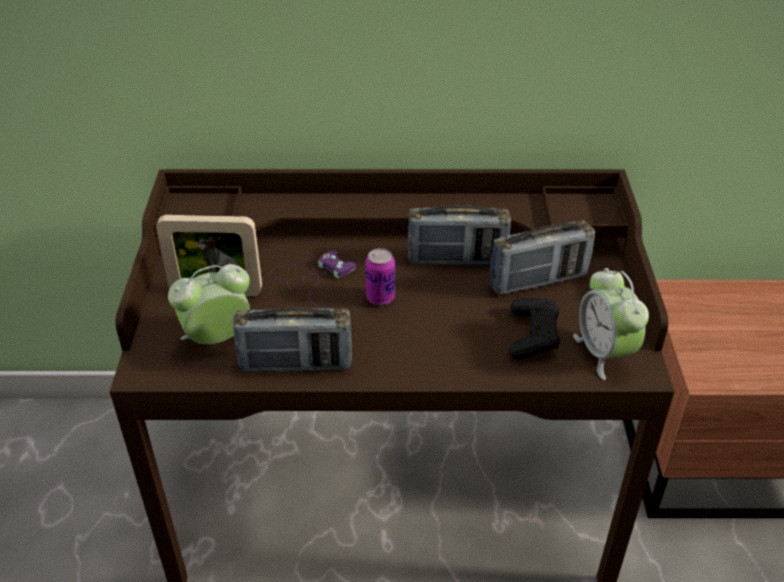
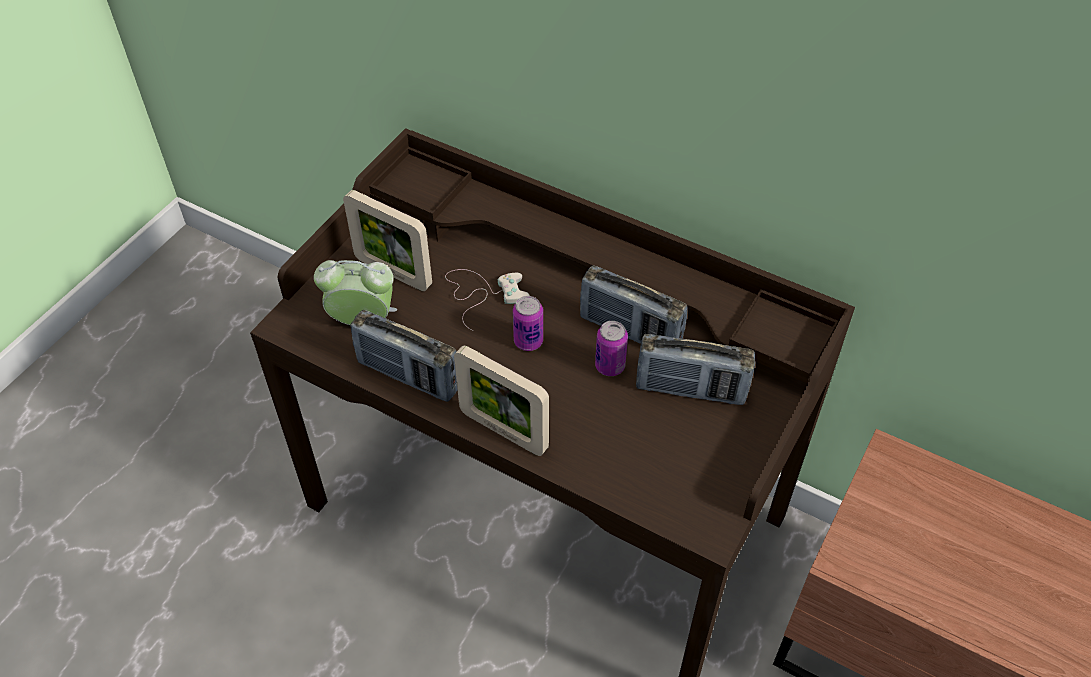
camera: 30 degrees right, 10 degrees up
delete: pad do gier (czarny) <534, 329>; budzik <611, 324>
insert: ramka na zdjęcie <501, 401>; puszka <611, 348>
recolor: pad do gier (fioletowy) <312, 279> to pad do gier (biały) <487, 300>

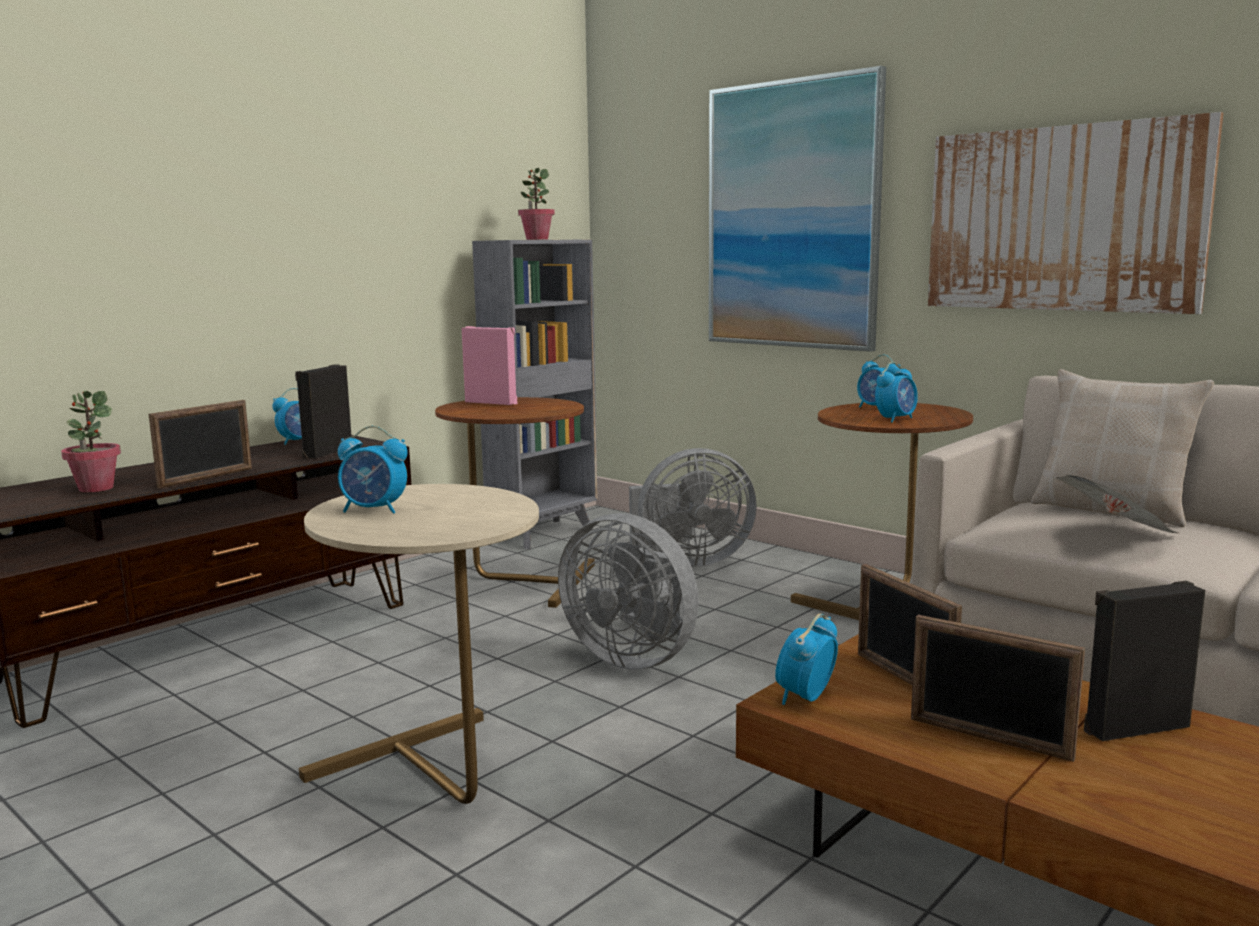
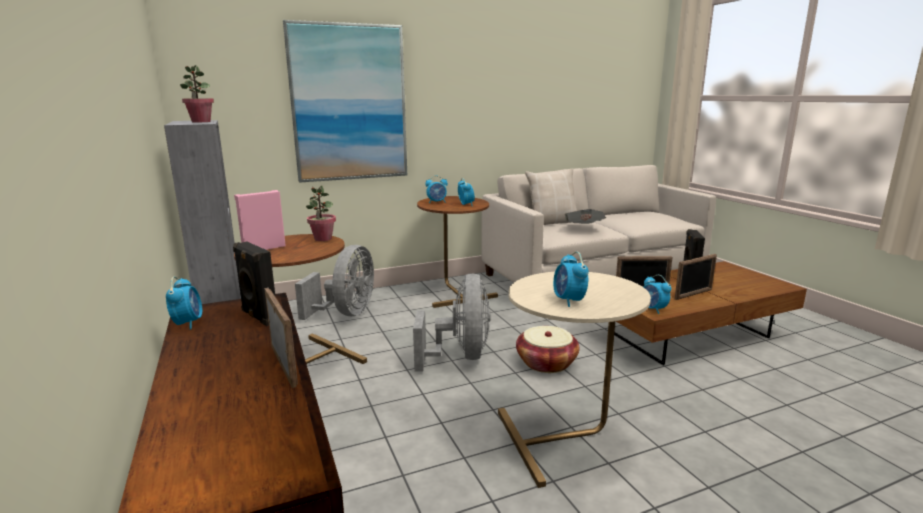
camera: 65 degrees left, 5 degrees up
delete: obraz <1075, 213>
insert: koszyk <547, 349>
move: roślina doniczkowa <91, 441> to <321, 213>
rotate: wentylator (szary) <628, 591> = <452, 322> 60 degrees counterclockwise; budzik <373, 470> = <571, 279> 135 degrees clockwise

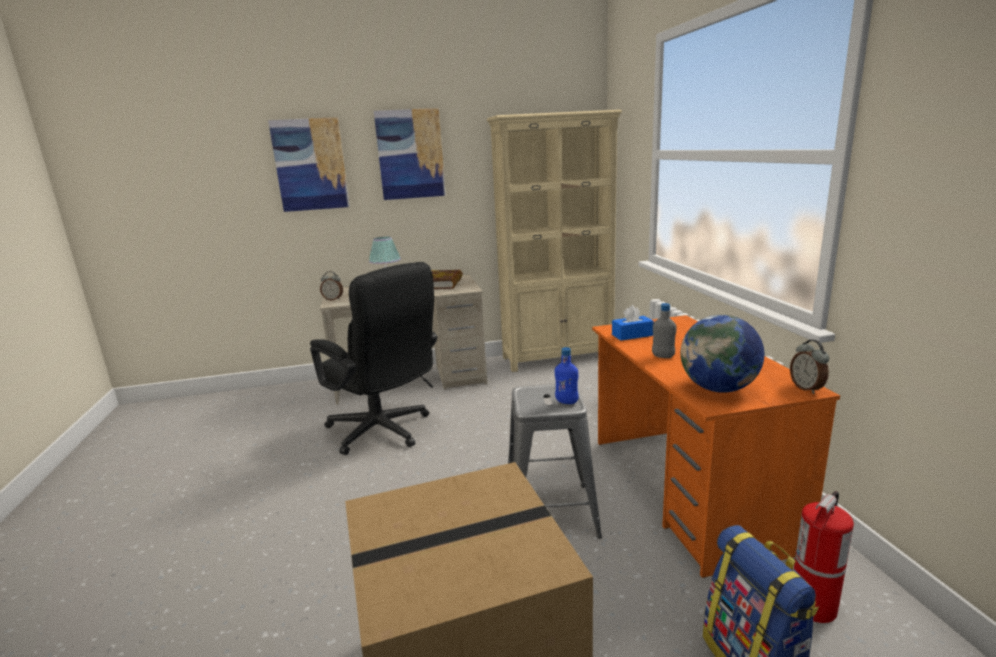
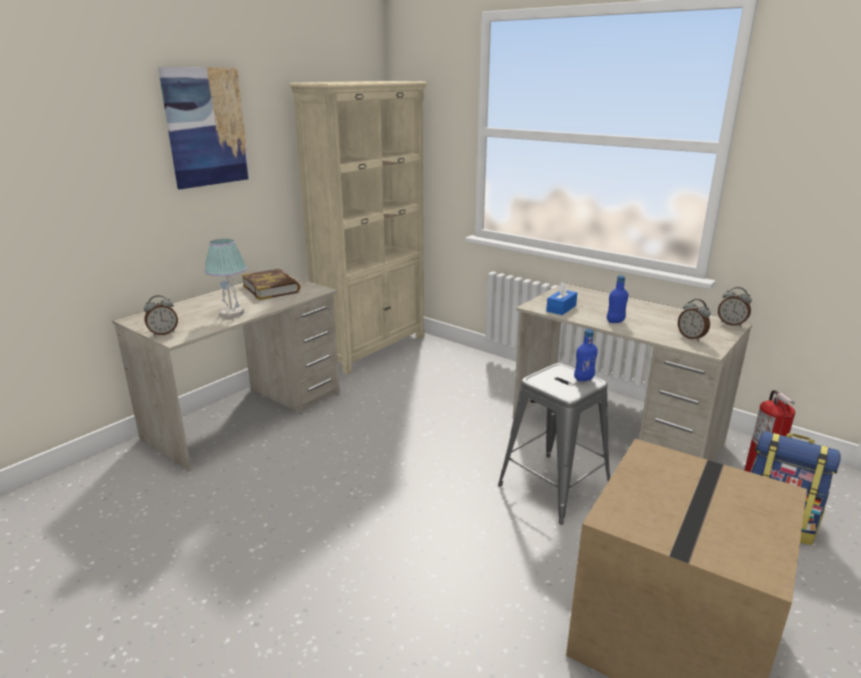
camera: 40 degrees left, 5 degrees up
delete: obraz <309, 164>; krzesło biurowe (czarny) <374, 358>
replace: globus <722, 354> to budzik <694, 320>
recolor: biurko (pomarańczowy) <716, 446> to biurko (beżowy) <632, 372>; butelka (szary) <664, 330> to butelka (niebieski) <617, 299>

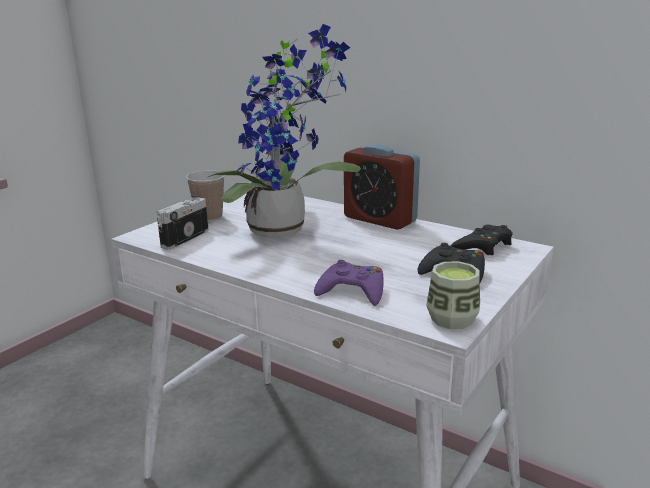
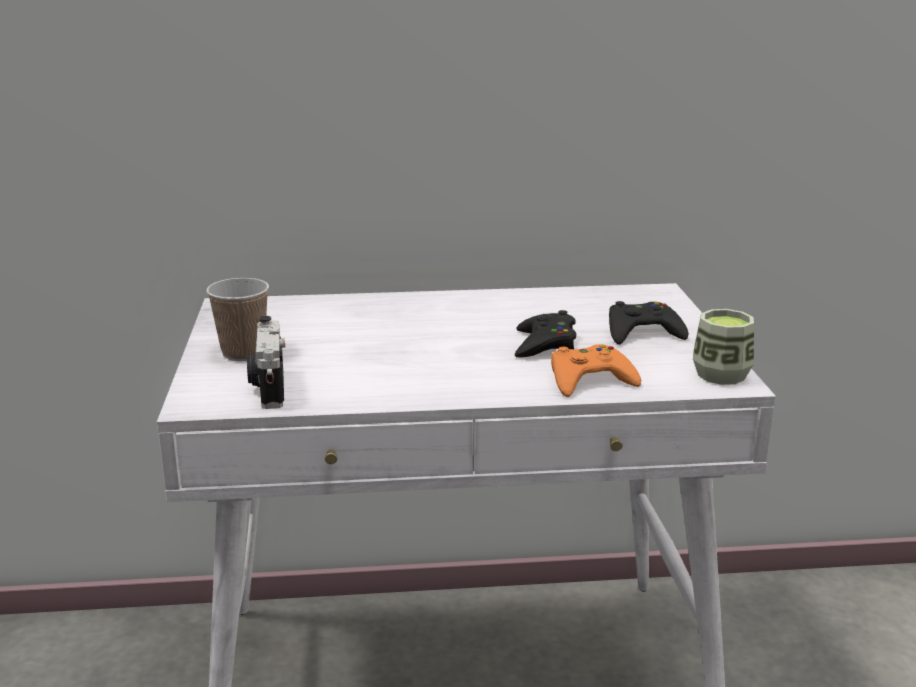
camera: 40 degrees left, 0 degrees up
delete: roślina doniczkowa <284, 131>; budzik <382, 187>
move: pad do gier (czarny) <482, 240> to <545, 334>
recolor: pad do gier (fioletowy) <349, 283> to pad do gier (pomarańczowy) <596, 370>

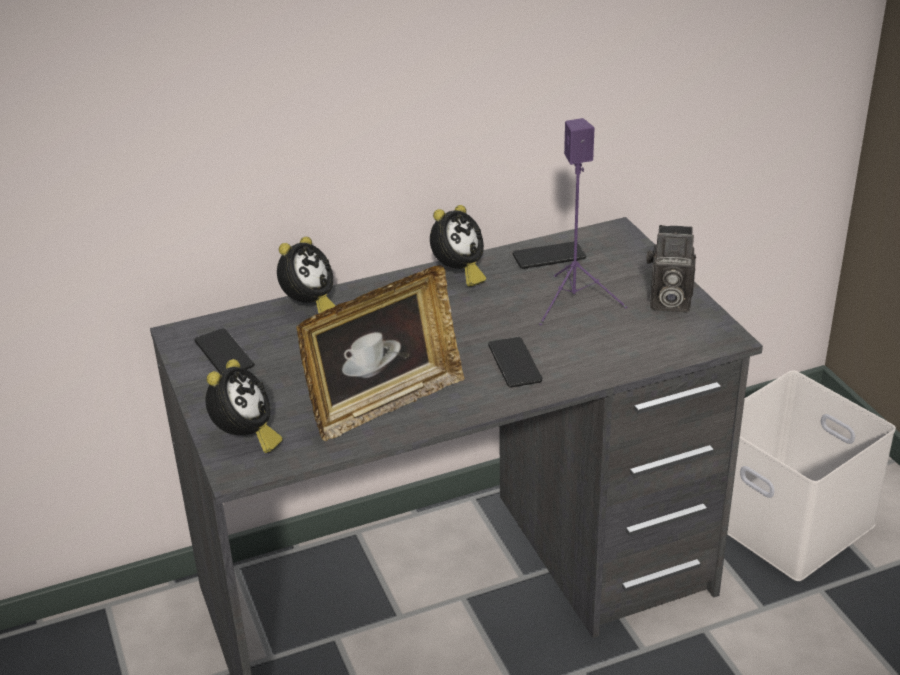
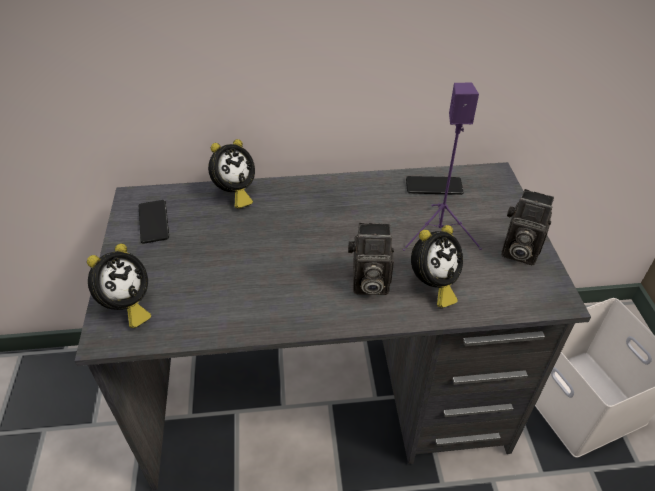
camera: 15 degrees right, 10 degrees up
delete: ramka na zdjęcie <380, 353>
move: budzik <458, 245> to <437, 266>
replace: telefon <515, 362> to aparat fotograficzny <371, 259>

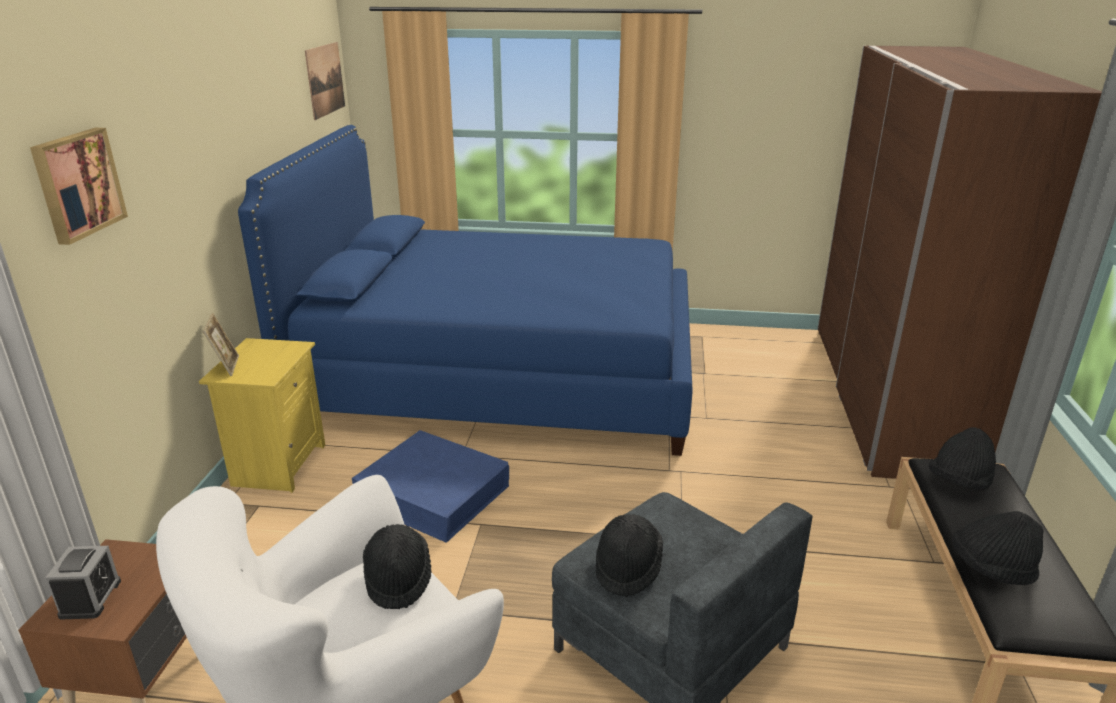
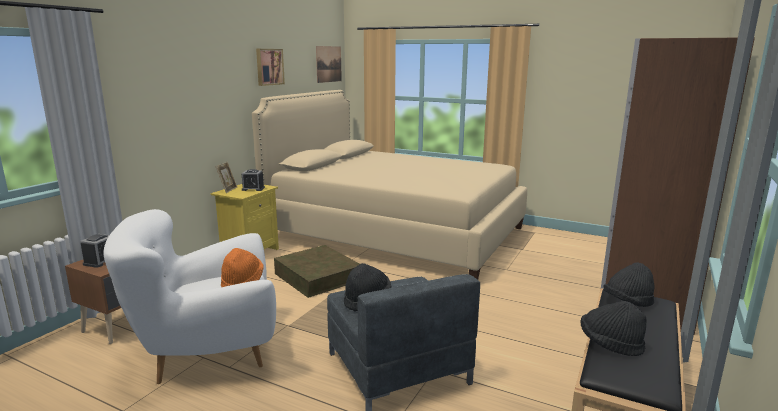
camera: 20 degrees right, 10 degrees down
insert: budzik <253, 180>
move: obraz <79, 186> to <270, 67>
recolor: kapelusz (czarny) <397, 566> to kapelusz (pomarańczowy) <242, 267>; łóżko (niebieski) <465, 290> to łóżko (beżowy) <389, 185>; pojemnik do przechowywania (niebieski) <430, 486> to pojemnik do przechowywania (brązowy) <316, 271>

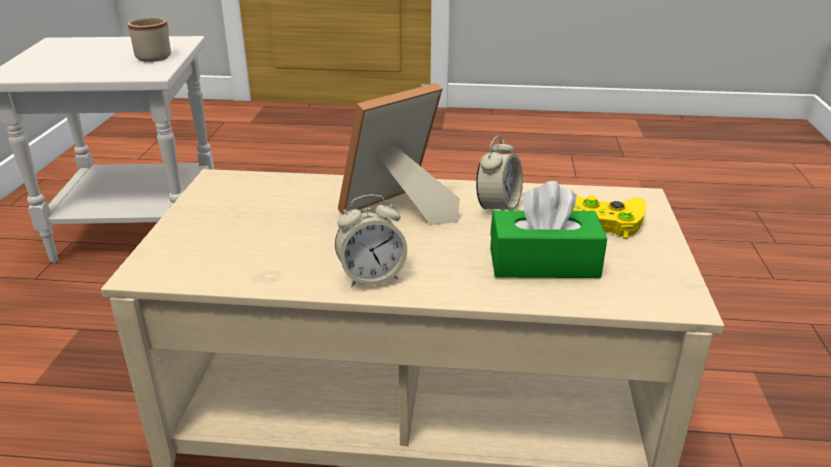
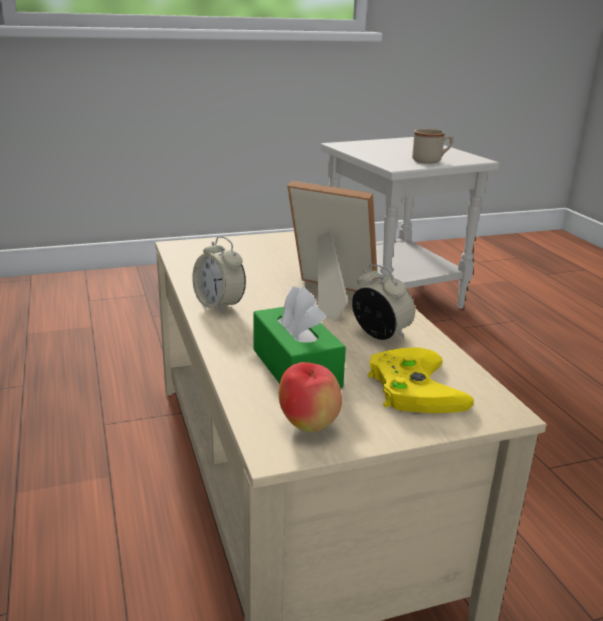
camera: 65 degrees right, 5 degrees down
insert: jabłko <310, 397>
rotate: budzik <499, 173> = <383, 302> 135 degrees counterclockwise

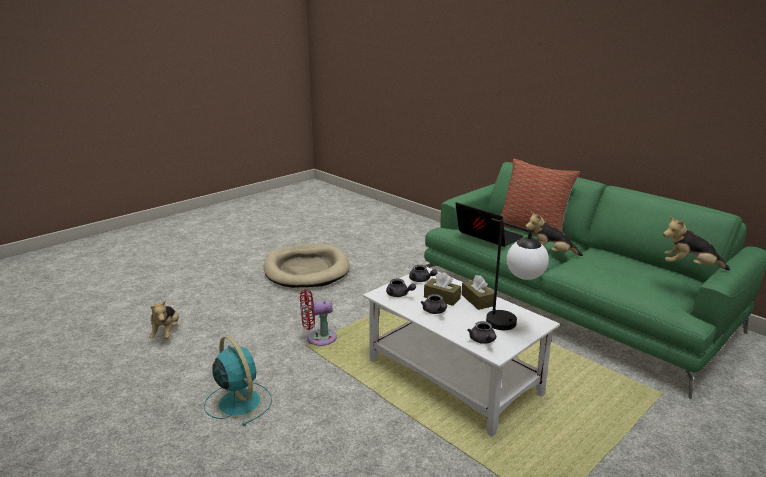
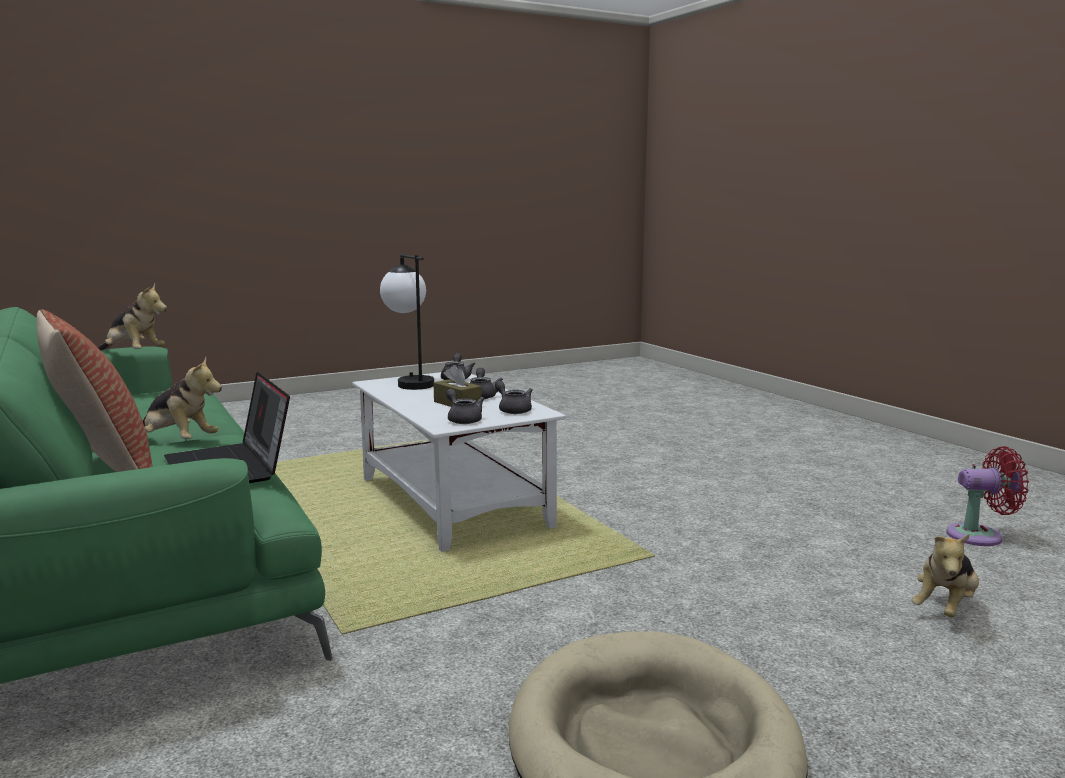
camera: 165 degrees left, 10 degrees down
delete: wentylator (turkusowy) <238, 381>; pudełko chusteczek (brązowy) <477, 292>
move: wentylator (czerwony) <318, 317> to <987, 496>
rotate: pluszak <164, 319> = <945, 575> 150 degrees counterclockwise

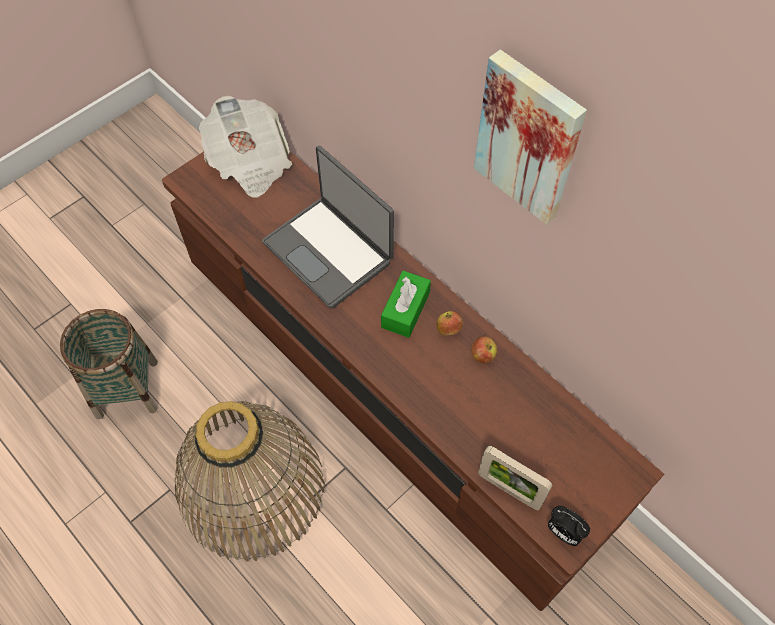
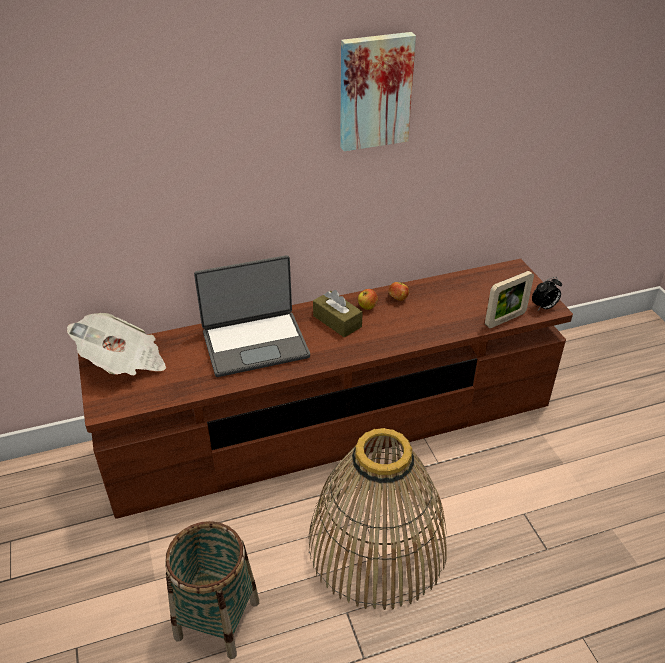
camera: 65 degrees left, 20 degrees down
recolor: pudełko chusteczek (zielony) <406, 304> to pudełko chusteczek (brązowy) <338, 313>

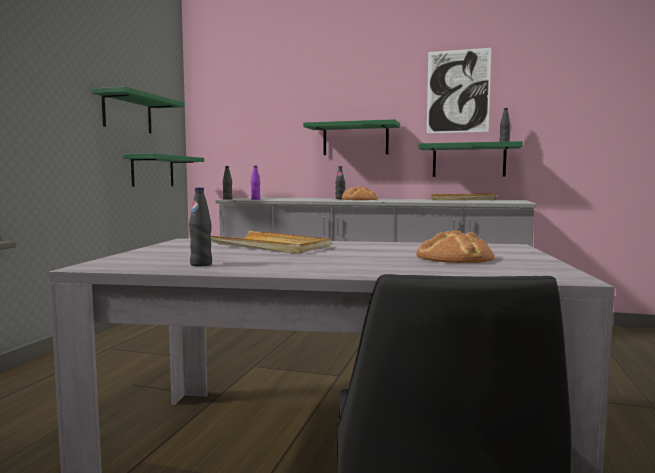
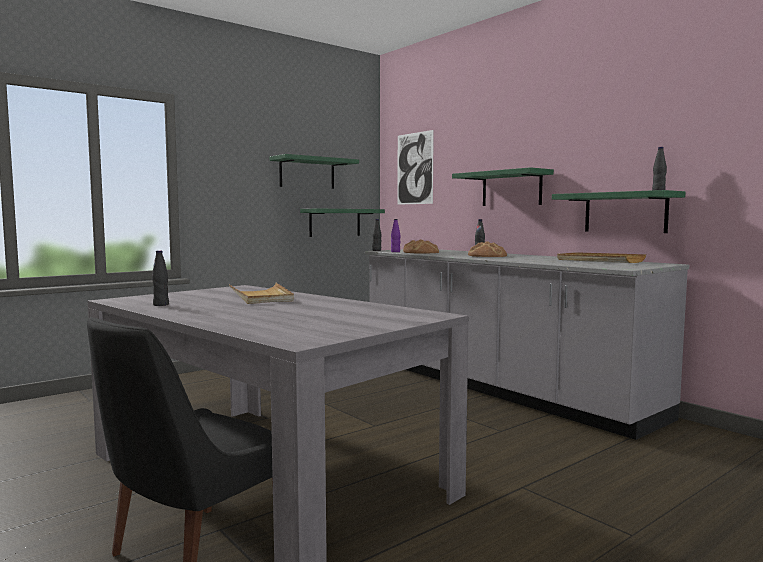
camera: 35 degrees right, 0 degrees up
move: obraz <459, 90> to <415, 167>; chleb <455, 246> to <421, 247>

